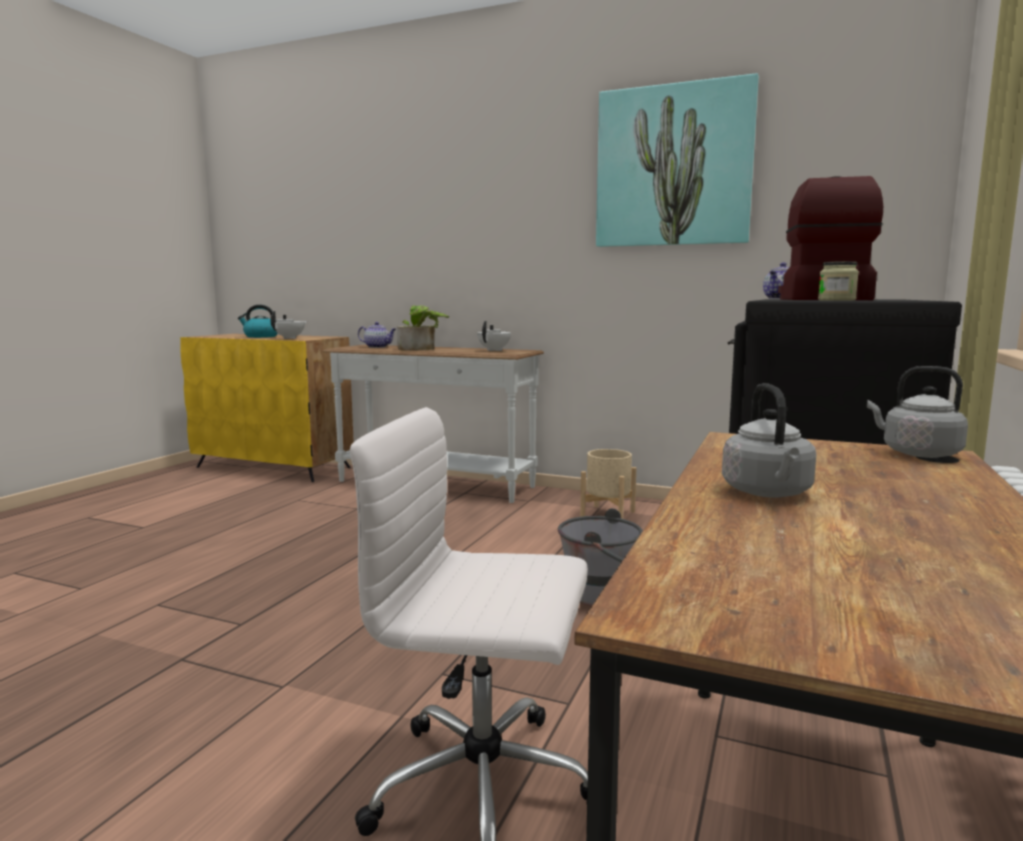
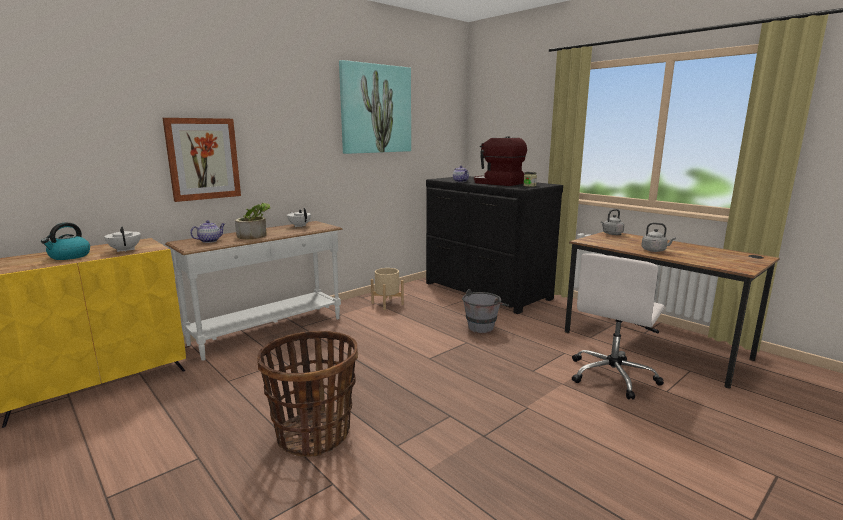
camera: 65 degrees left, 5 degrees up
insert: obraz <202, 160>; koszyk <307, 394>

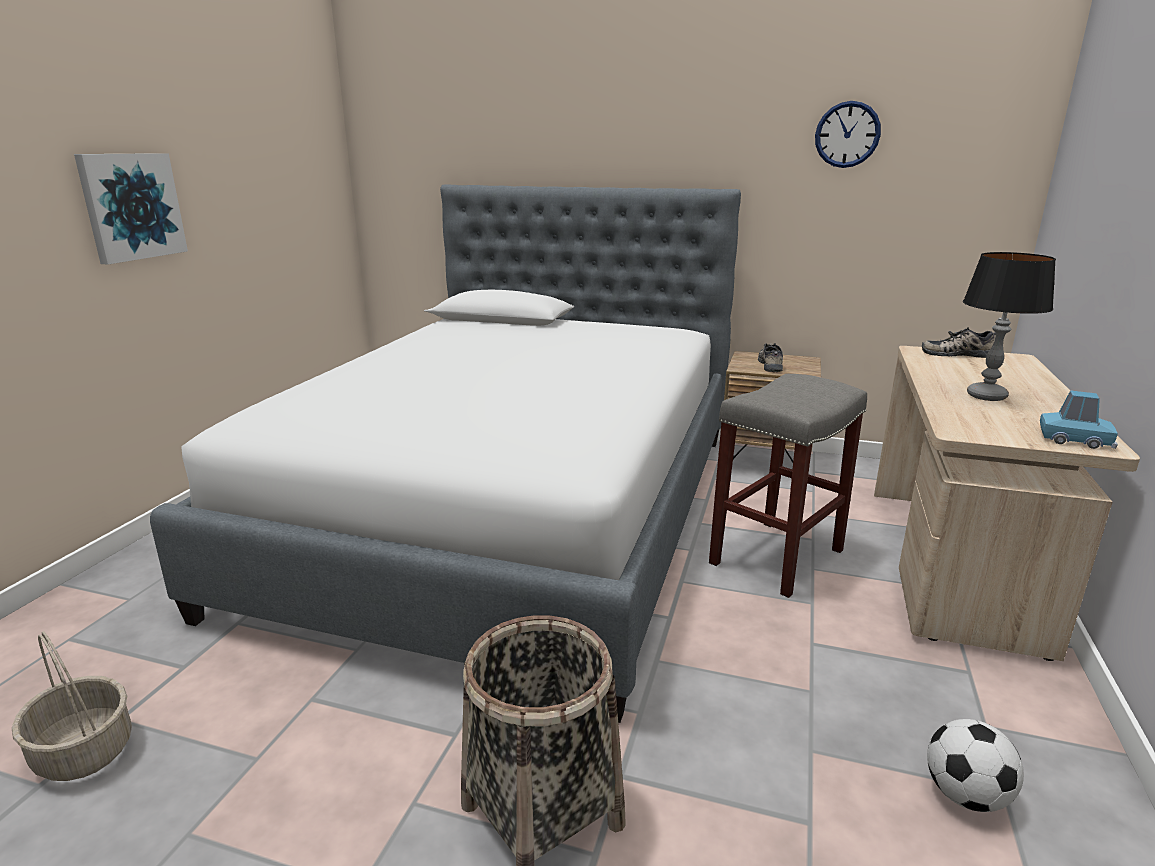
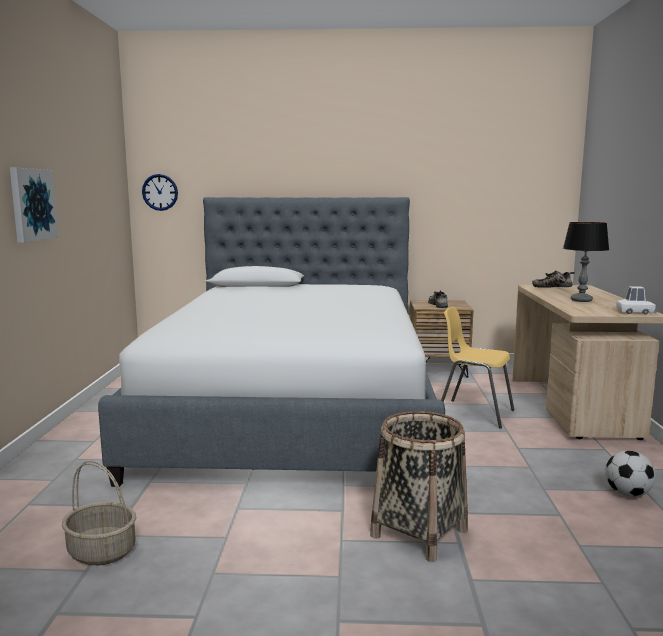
camera: 15 degrees left, 10 degrees down
move: zegar ścienny <848, 134> to <160, 192>
replace: stołek (szary) <788, 486> to krzesło (żółty) <477, 367>
recolor: samochodzik (niebieski) <1079, 420> to samochodzik (biały) <636, 300>

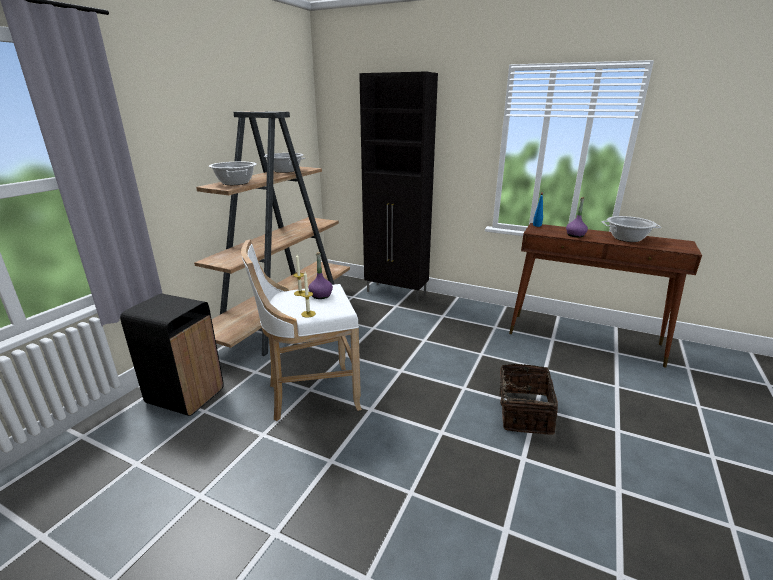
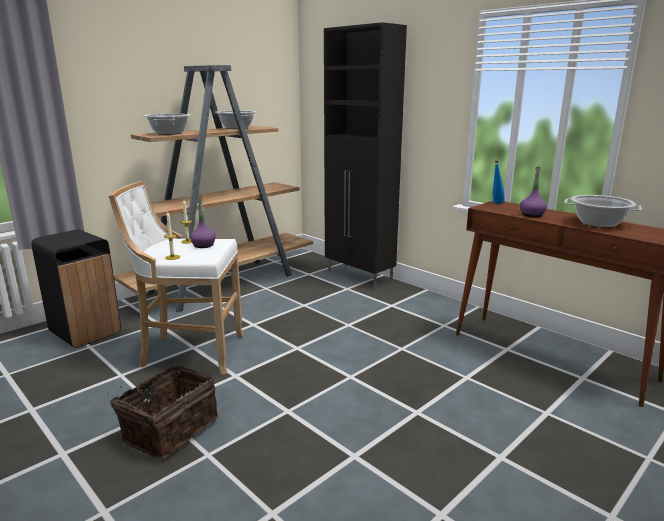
camera: 20 degrees right, 5 degrees down
move: koszyk <528, 399> to <162, 412>

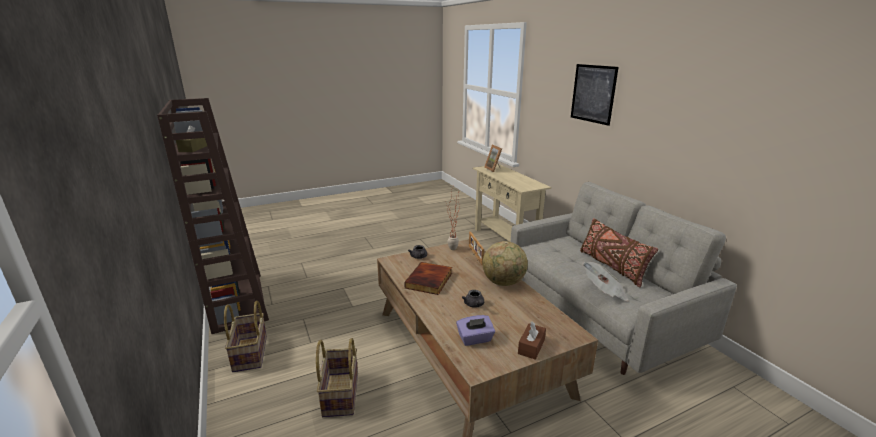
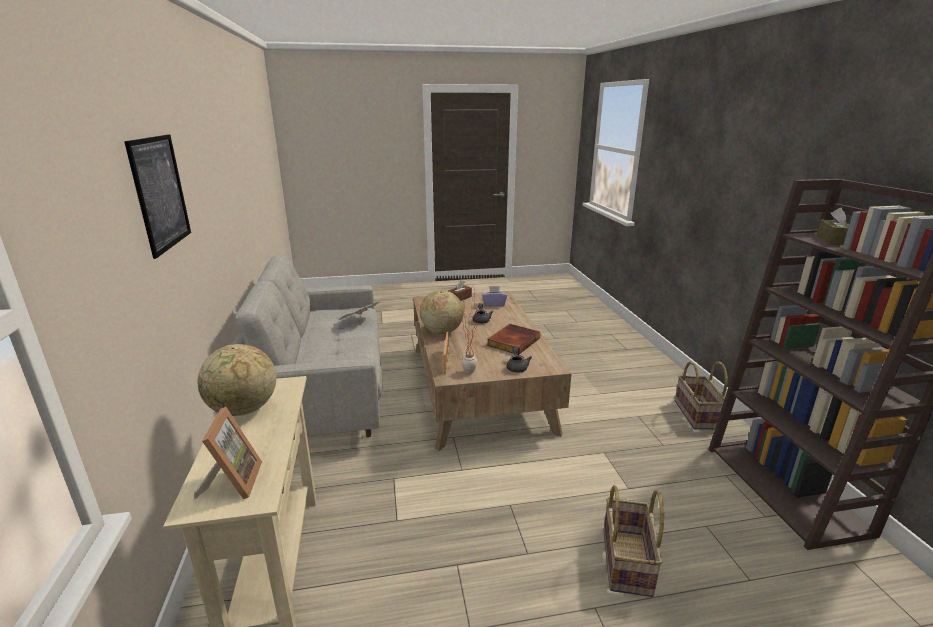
camera: 165 degrees left, 0 degrees up
delete: poduszka (brązowy) <619, 252>
insert: globus <237, 380>
move: koszyk <337, 377> to <633, 541>

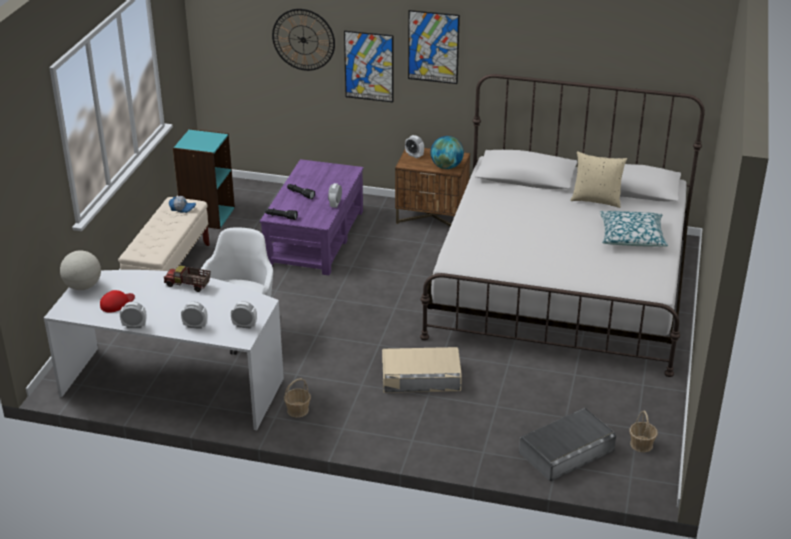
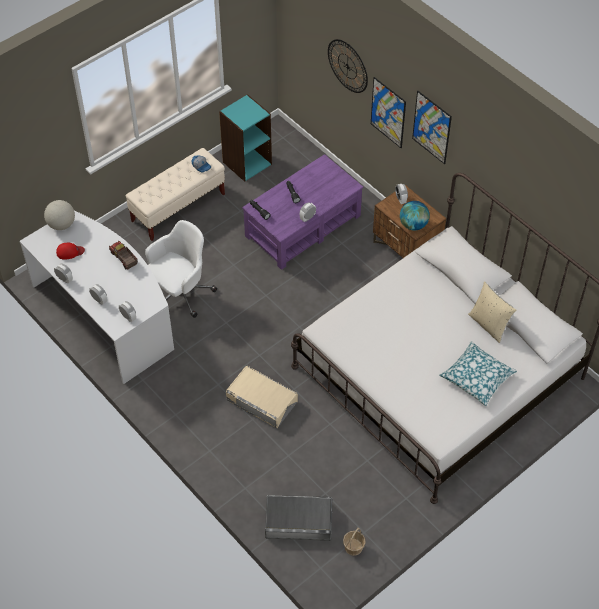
camera: 35 degrees right, 20 degrees up
delete: koszyk <297, 398>

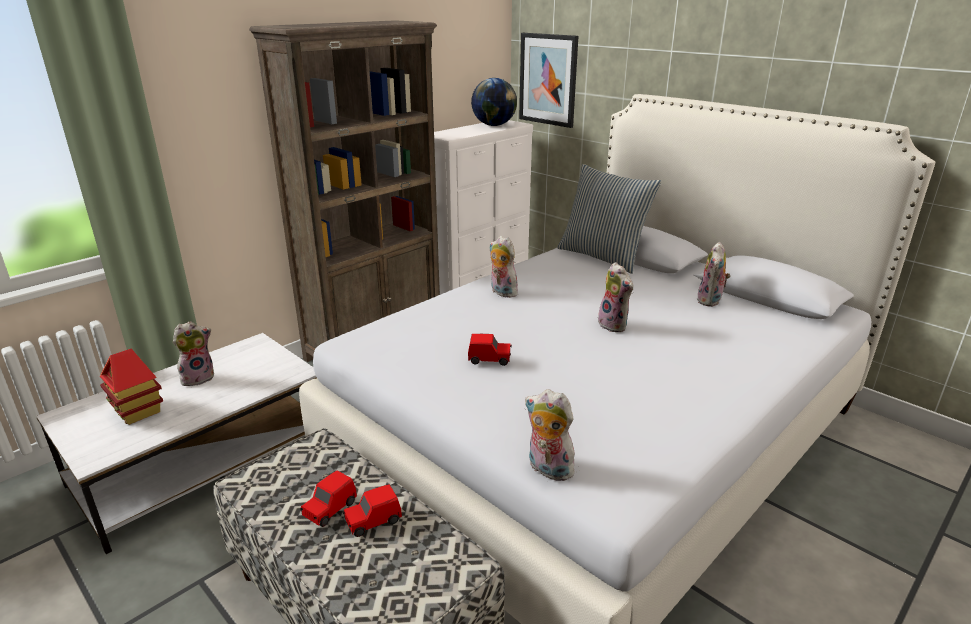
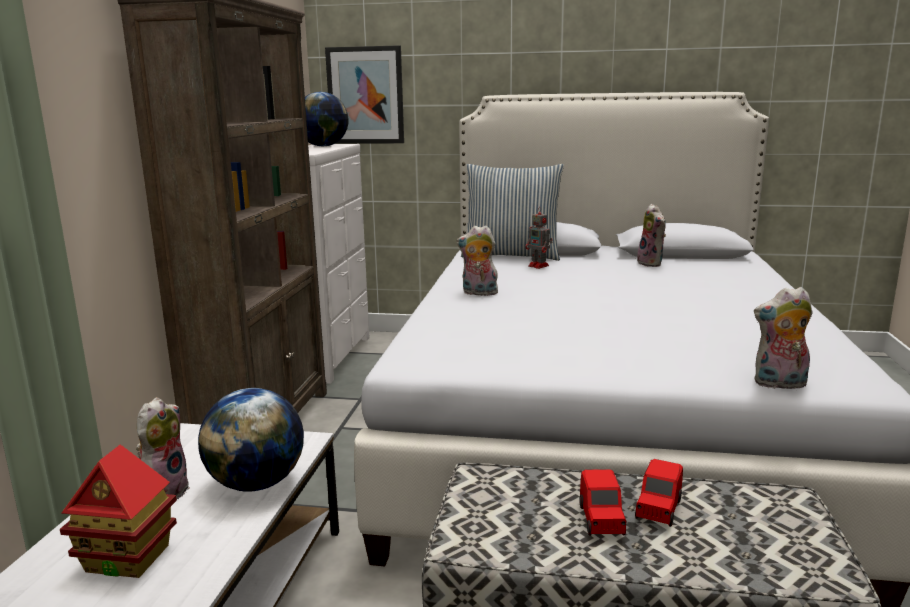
camera: 35 degrees left, 10 degrees down
delete: samochodzik (czerwony) <490, 350>; pluszak <615, 297>
insert: globus <251, 440>; robot zabawkowy <539, 238>

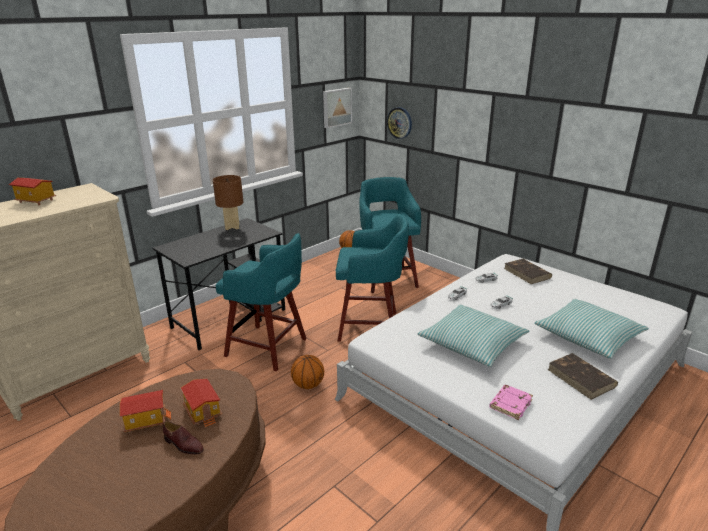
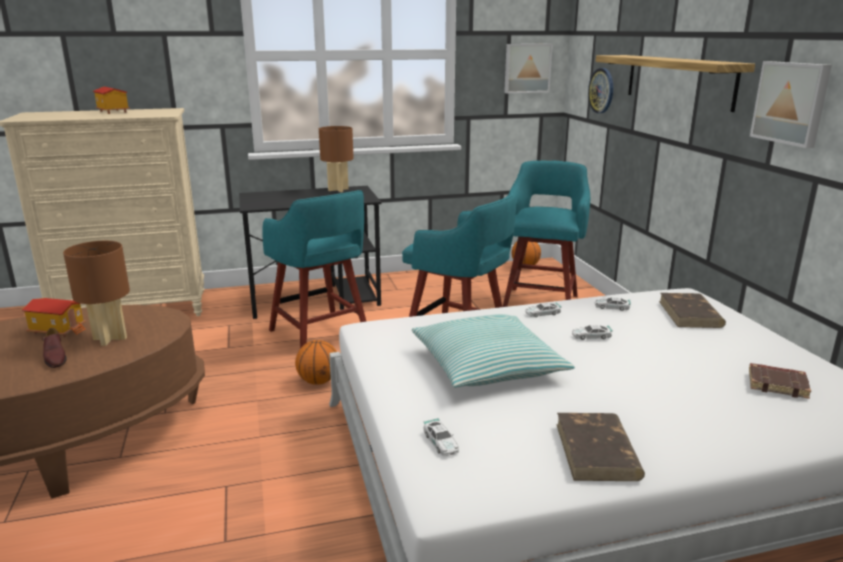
camera: 30 degrees right, 5 degrees down
delete: poduszka <591, 329>
insert: półka <675, 83>; książka (brązowy) <780, 381>; obraz <791, 104>
replace: domek <201, 403> to lampa stołowa (brązowy) <96, 293>; książka (różowy) <511, 402> to samochodzik <441, 437>

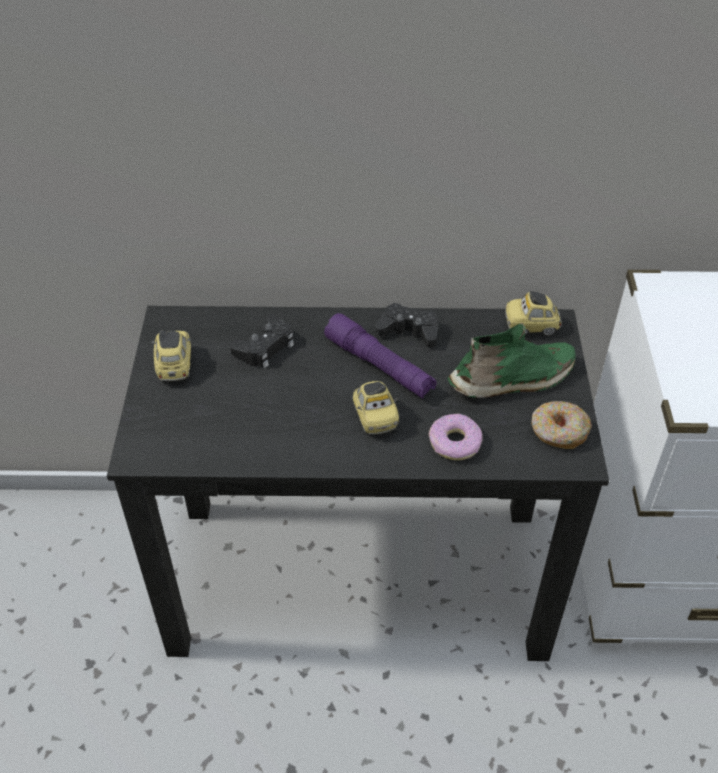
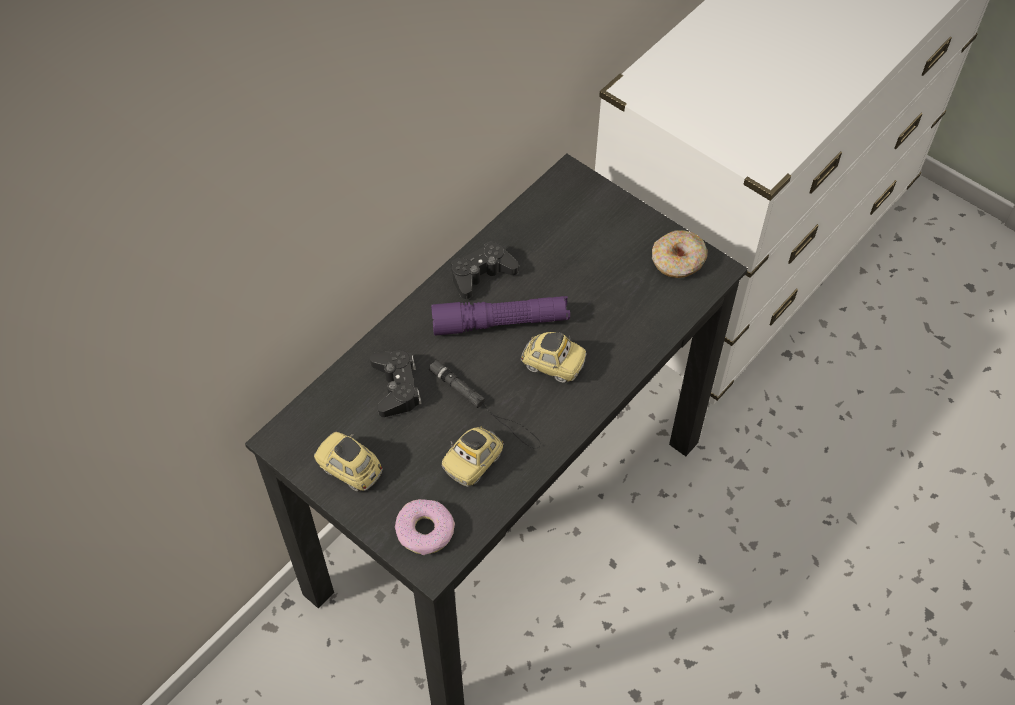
camera: 50 degrees left, 10 degrees up
delete: but (zielony) <511, 360>
insert: latarka (czarny) <485, 404>
move: donut <456, 437> to <425, 527>; samochodzik <533, 313> to <473, 457>

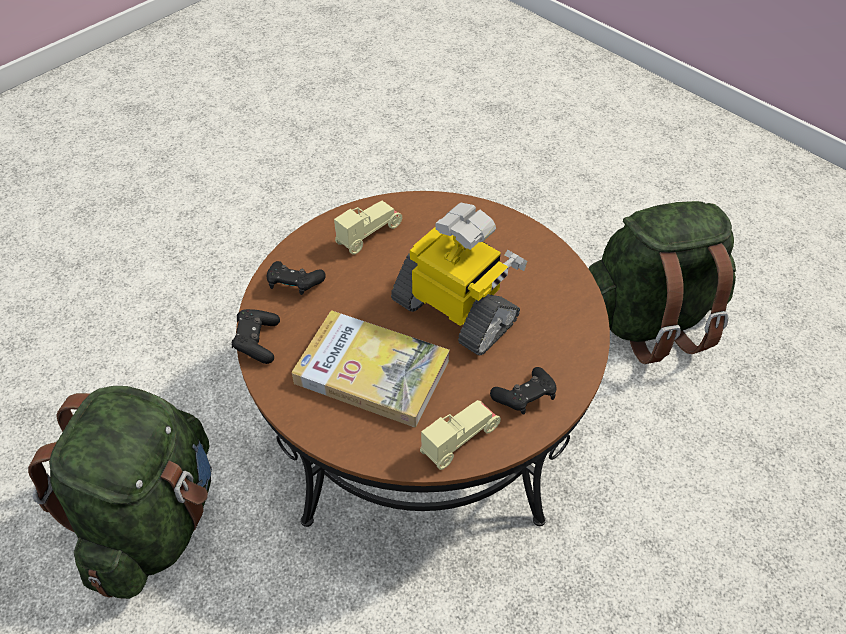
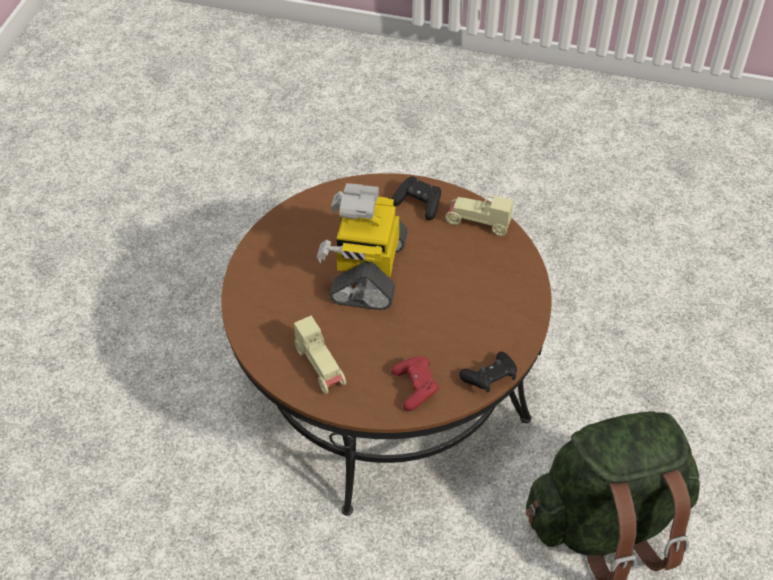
camera: 120 degrees left, 0 degrees up
delete: książka <371, 368>; plecak (zielony) <662, 282>
recolor: pad do gier (czarny) <296, 278> to pad do gier (czerwony) <415, 383>
rotate: samochodzik (beżowy) <368, 227> = <320, 355> 135 degrees counterclockwise

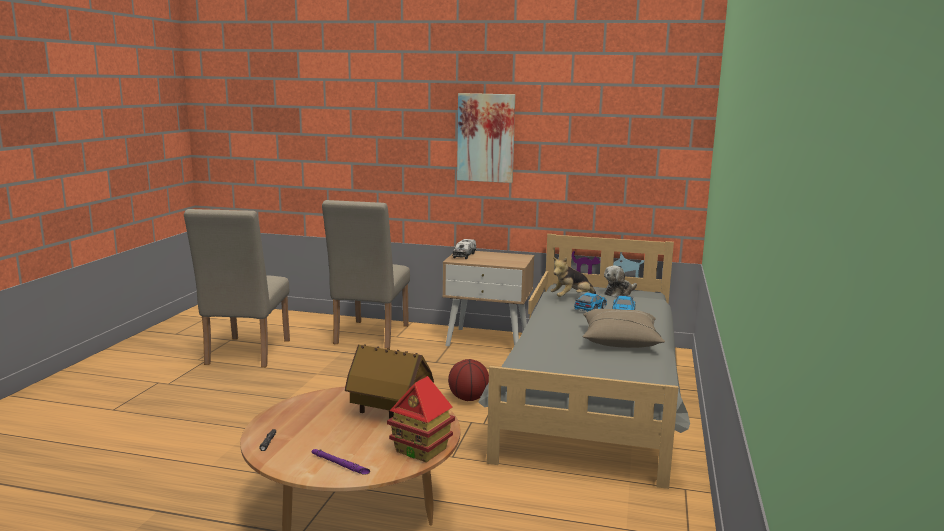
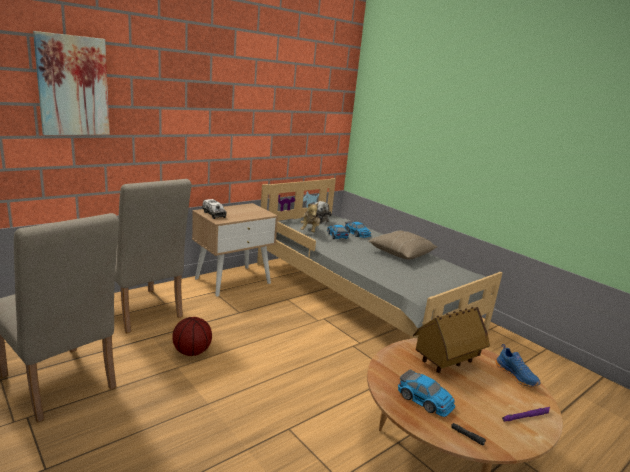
camera: 55 degrees left, 5 degrees up
insert: samochodzik <426, 393>
move: obraz <486, 138> to <71, 83>; piłka do koszykówki <468, 380> to <192, 336>
replace: domek <421, 419> to but (niebieski) <517, 365>

